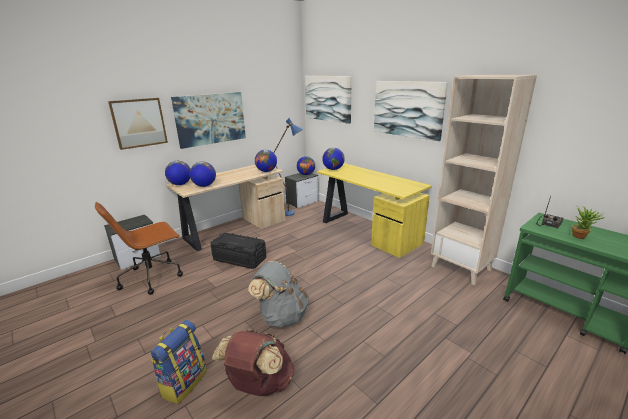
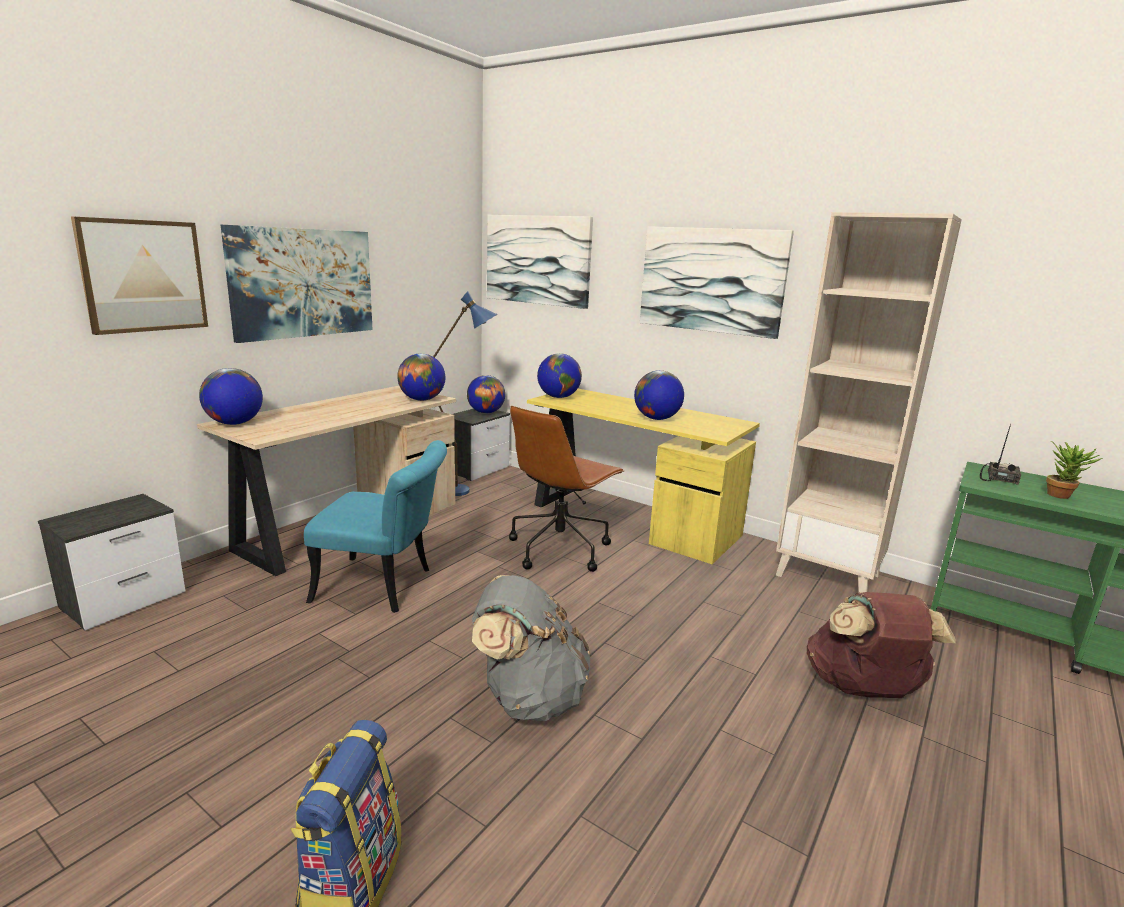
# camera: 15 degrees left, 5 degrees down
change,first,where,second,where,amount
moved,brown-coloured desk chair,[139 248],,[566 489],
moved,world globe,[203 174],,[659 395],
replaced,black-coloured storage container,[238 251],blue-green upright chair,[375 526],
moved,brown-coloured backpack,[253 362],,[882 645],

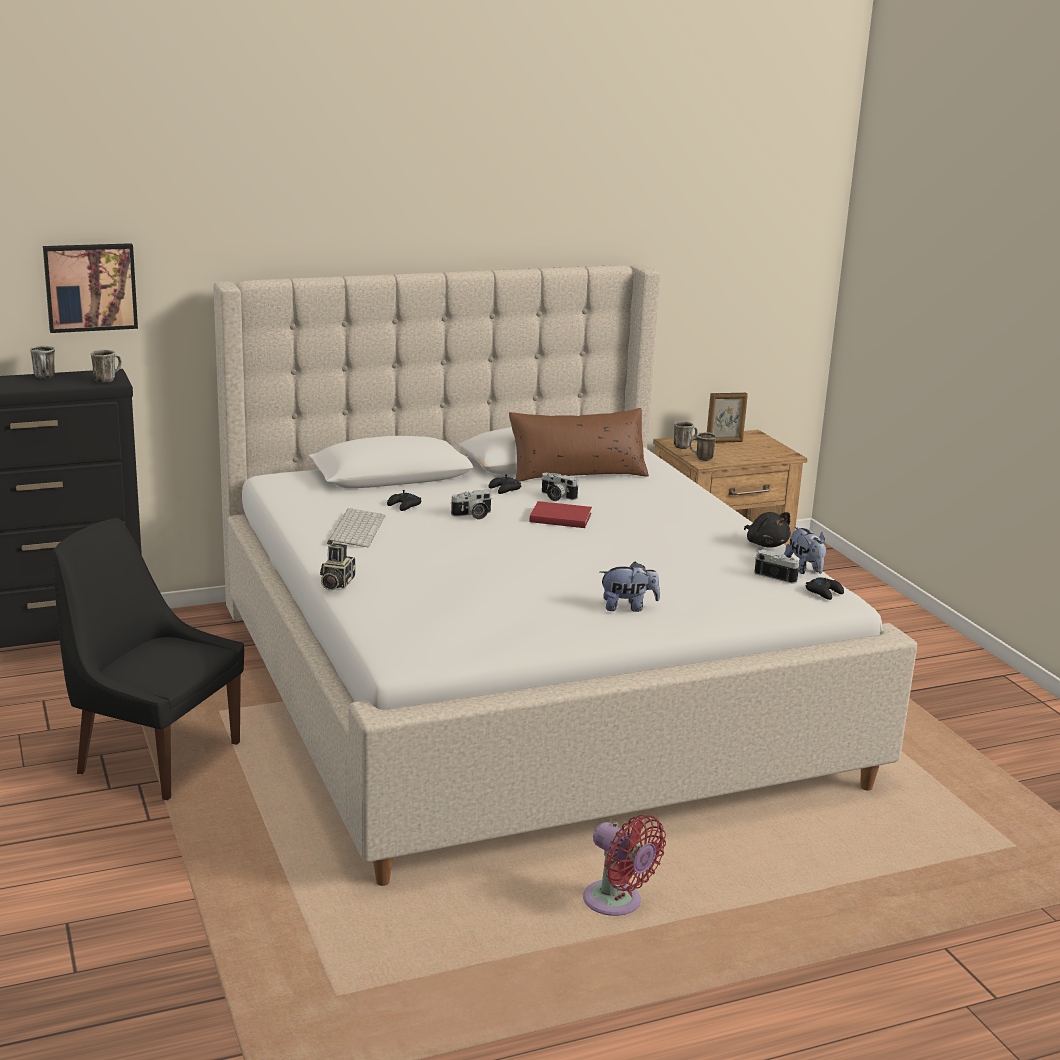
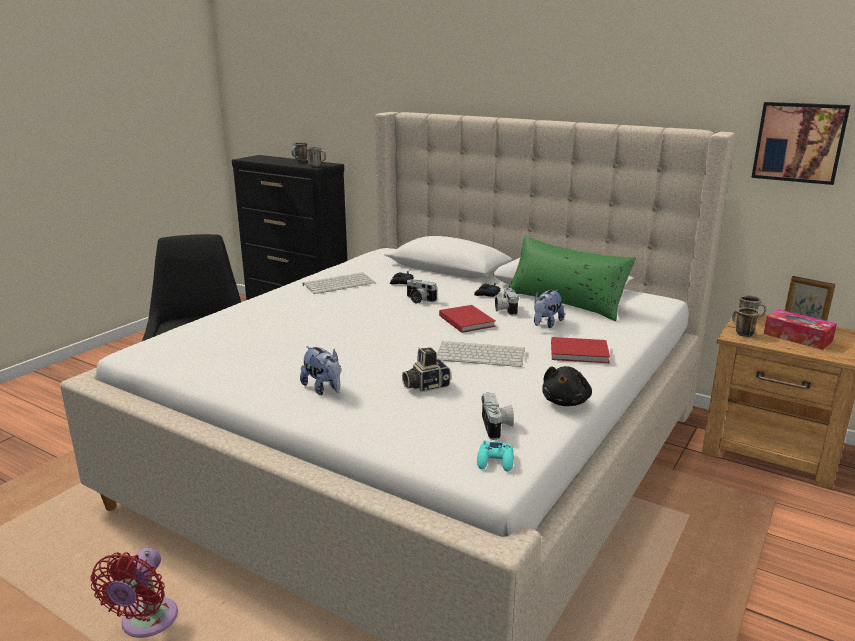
# camera: 55 degrees right, 0 degrees up
change,first,where,second,where,amount
moved,wall picture,[90 288],,[800 143],
moved,still camera,[338 566],,[426 369],
recoloured,brown-coloured throw pillow,[579 445],green-coloured throw pillow,[572 278],
moved,plush toy,[805 550],,[549 309],
recoloured,black-coloured joypad,[824 588],blue-green joypad,[495 456],
added,,,computer keyboard,[480 354],
added,,,red-coloured volume,[580 350],
added,,,tissue box,[800 329],

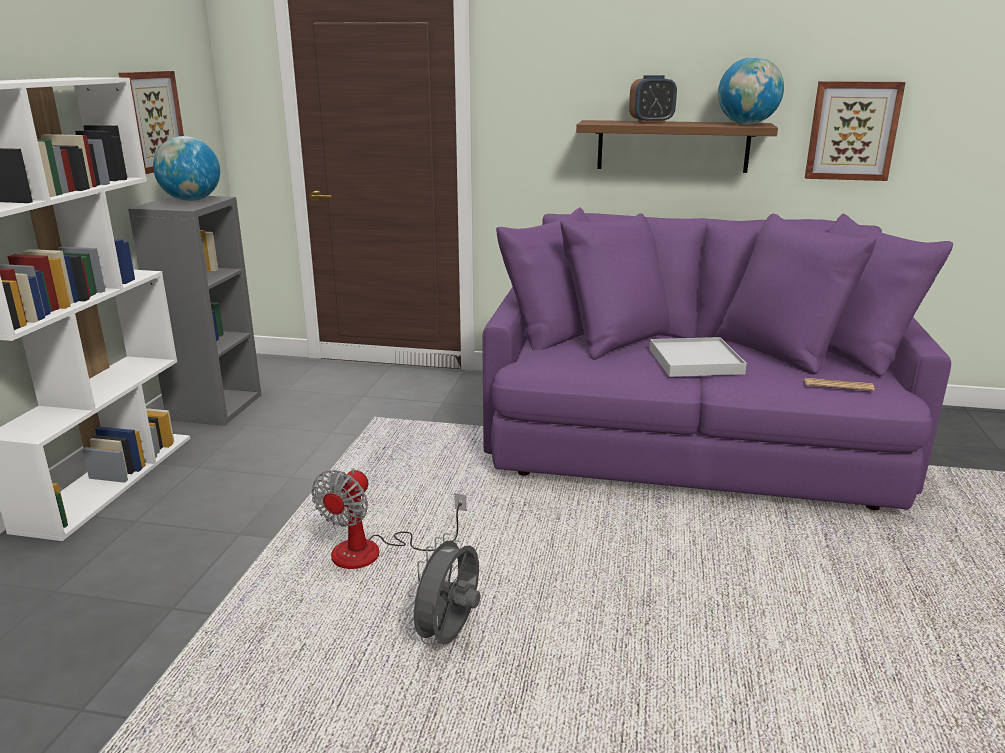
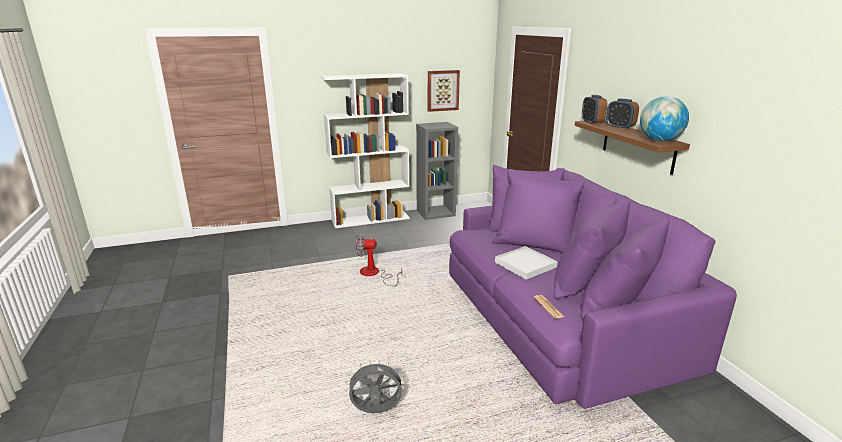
# camera: 60 degrees right, 0 degrees up
change,first,where,second,where,amount
removed,world globe,[186 168],,,
moved,gray fan,[443 589],,[375 386],
removed,wall picture,[855 131],,,
added,,,bedside clock,[594 110],

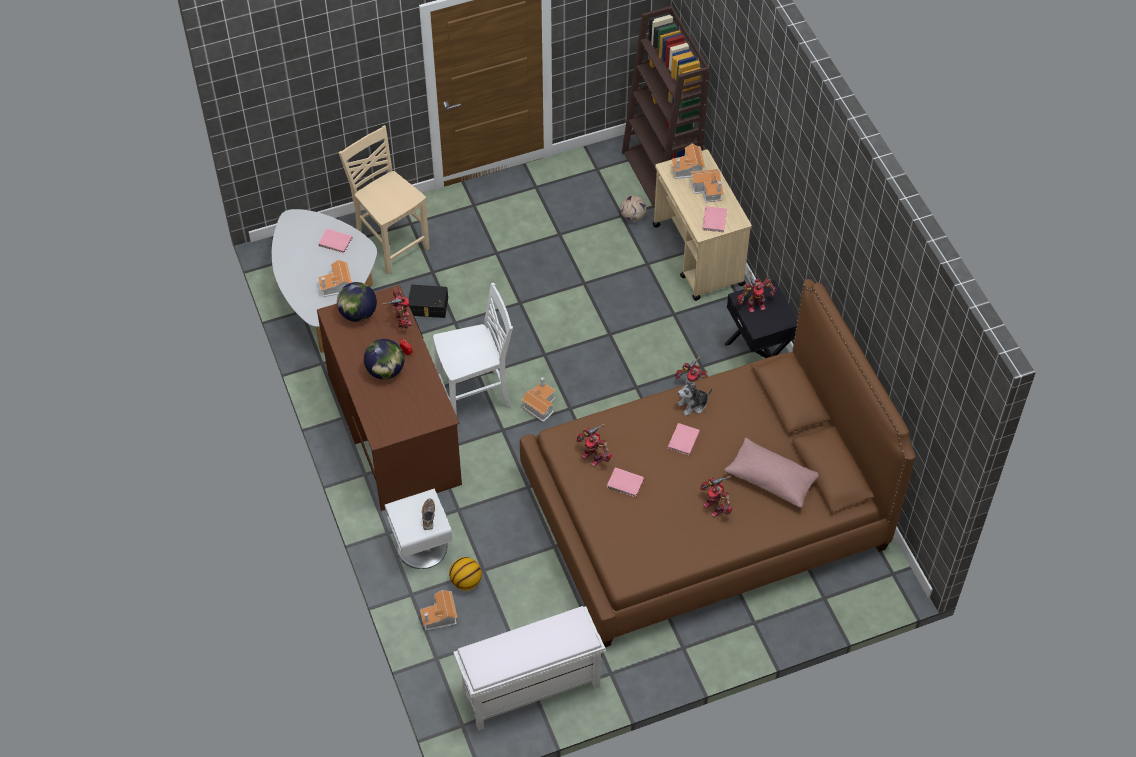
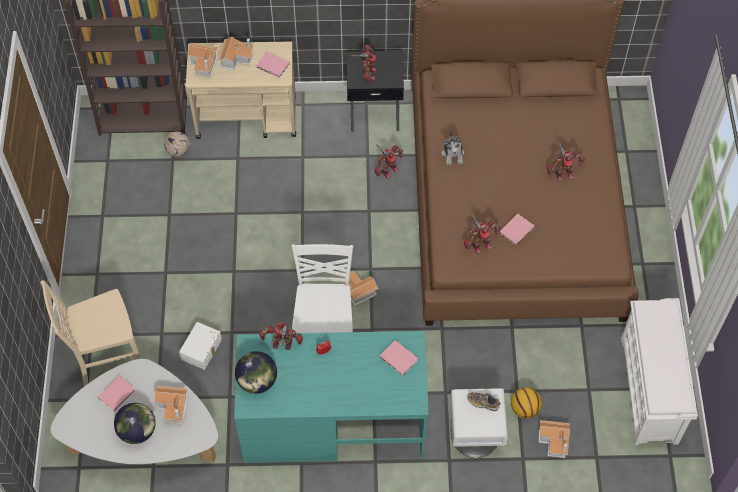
# camera: 70 degrees left, 5 degrees up
change,first,where,second,where,amount
recoloured,brown-coloured desk table,[389 398],blue-green desk table,[331 397],
moved,world globe,[384 359],,[135 423],
recoloured,black-coloured storage container,[428 301],white storage container,[200 346],
moved,pinkish volume,[684 439],,[399 358],
removed,pinkish throw pillow,[771 473],,,

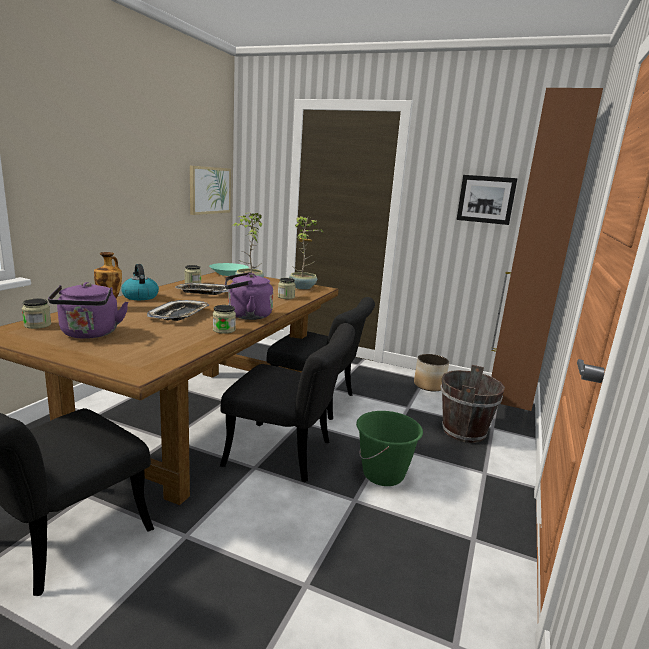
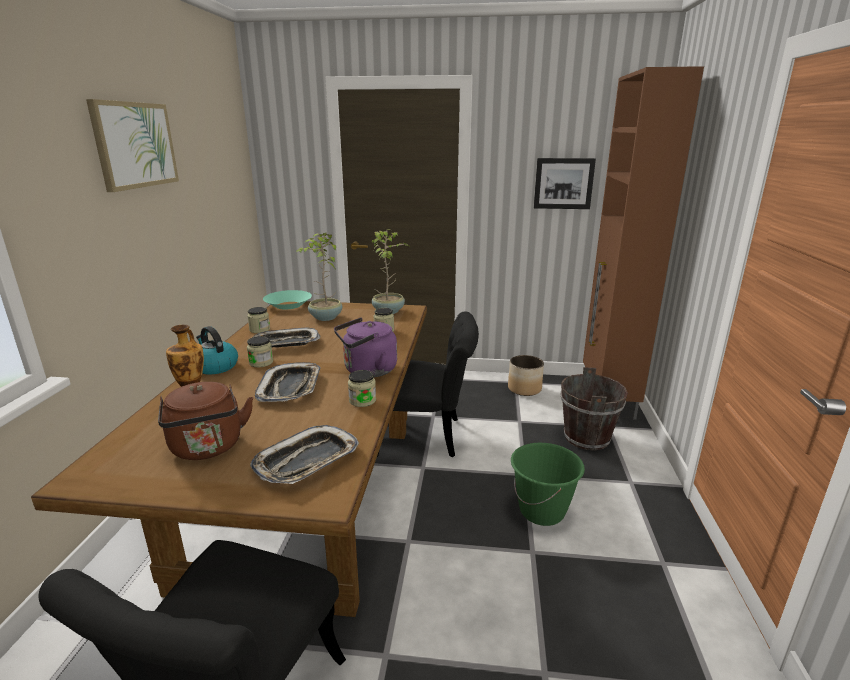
# camera: 15 degrees left, 5 degrees up
change,first,where,second,where,amount
moved,jar,[36 313],,[260 351],
recoloured,purple kettle,[88 310],brown-coloured kettle,[205 421],
moved,wall picture,[210 190],,[132 145],
removed,black-coloured upright chair,[287 402],,,
added,,,carrying tray,[304 454],

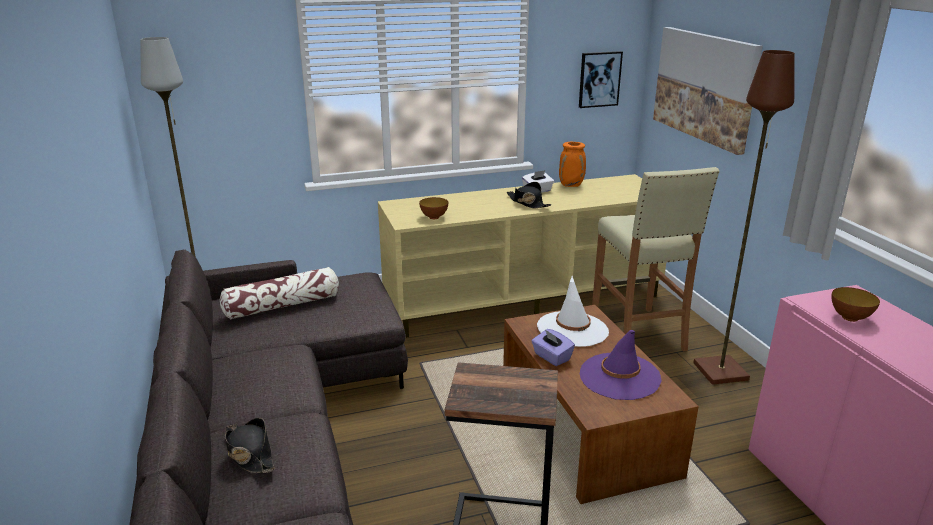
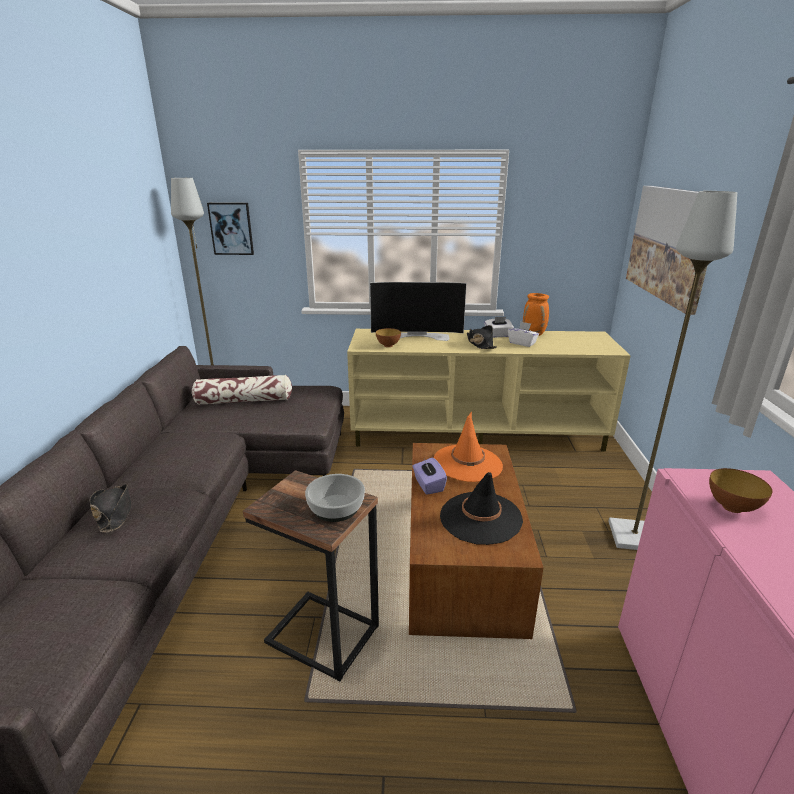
# camera: 20 degrees right, 0 degrees up
change,first,where,second,where,amount
recoloured,white wearable hat,[573 311],orangey wearable hat,[468 447],
moved,wall picture,[601 79],,[230 229],
recoloured,purple wearable hat,[620 365],black-coloured wearable hat,[481 508],
removed,beige sitting stool,[655 259],,,
recoloured,brown-coloured standing lamp,[744 217],gray standing lamp,[672 370],
added,,,deep dish,[335 498],
added,,,TV,[418 311],
added,,,white tissue box,[523 334],

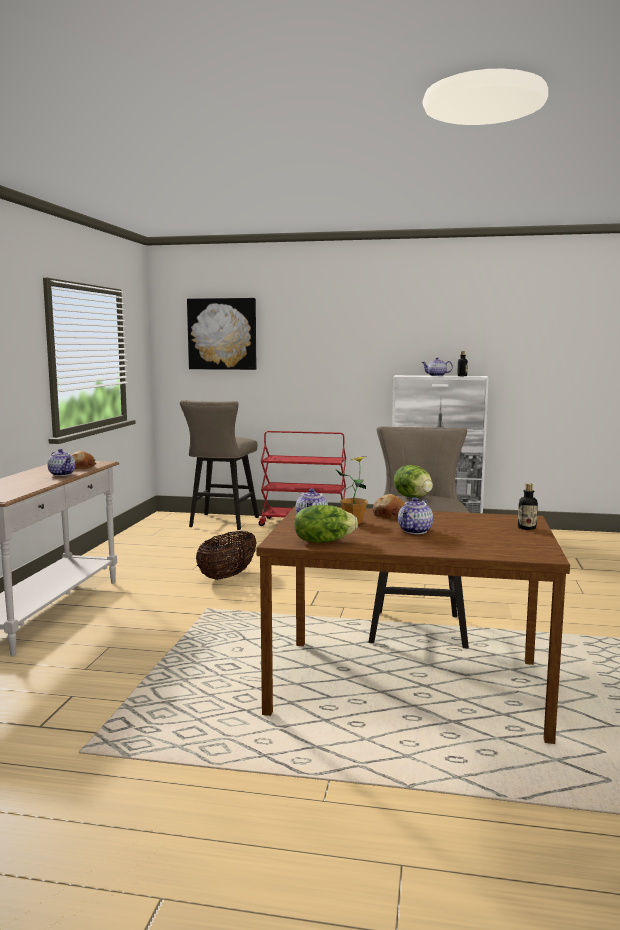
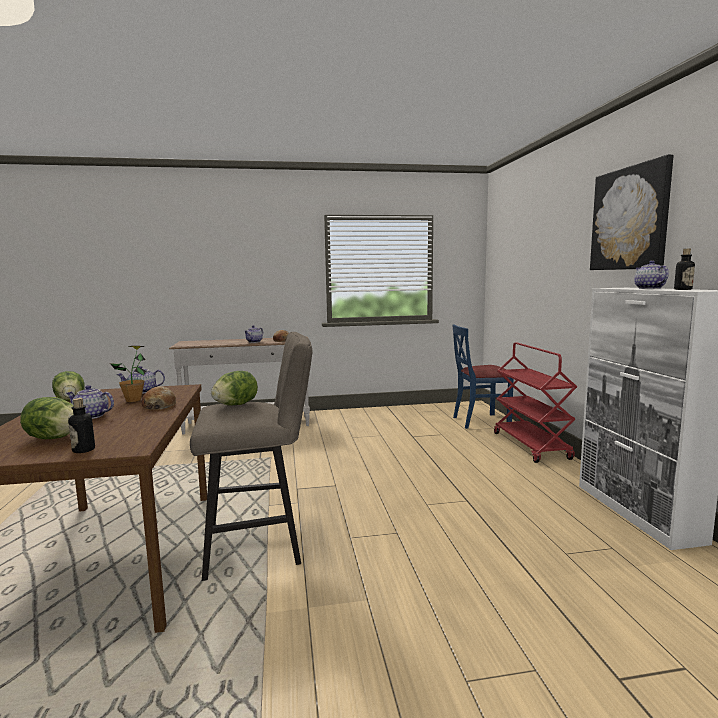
# camera: 70 degrees right, 0 degrees up
change,first,where,second,where,amount
replaced,beige sitting stool,[219 465],blue-coloured upright chair,[483 376],
moved,wall picture,[222 334],,[631 212],
removed,basket,[226 555],,,
added,,,head of lettuce,[47 418],

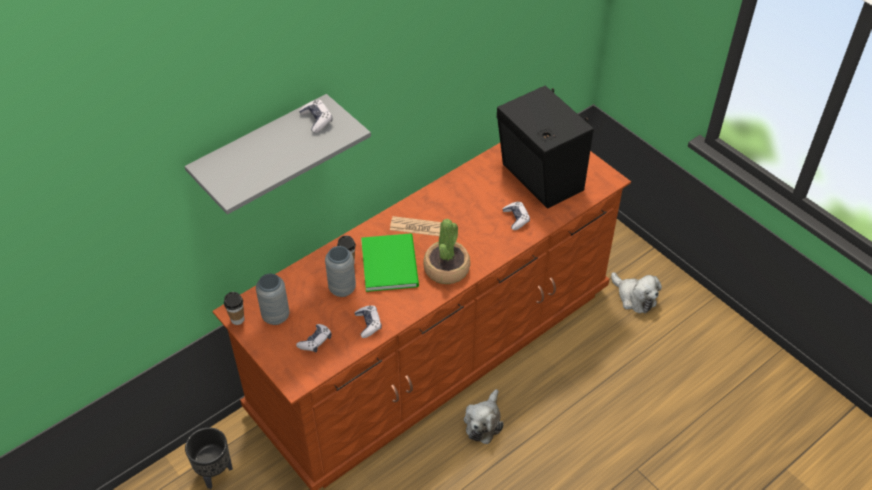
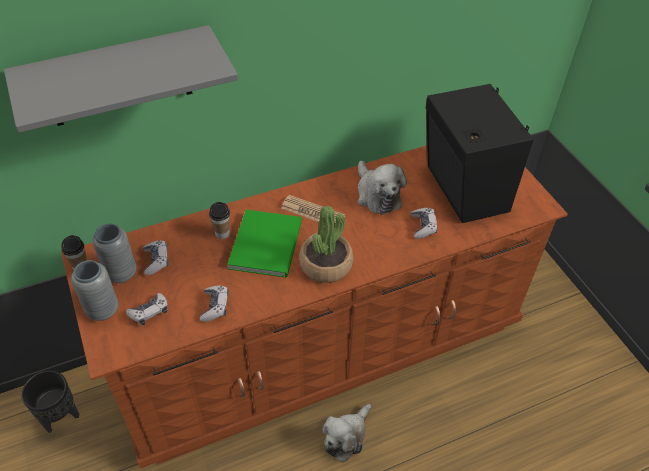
# camera: 15 degrees right, 0 degrees up
change,first,where,second,where,amount
moved,joypad,[315 116],,[156 257],
moved,gray flower vase,[340 271],,[94 290],
moved,plush toy,[636 292],,[382 188],

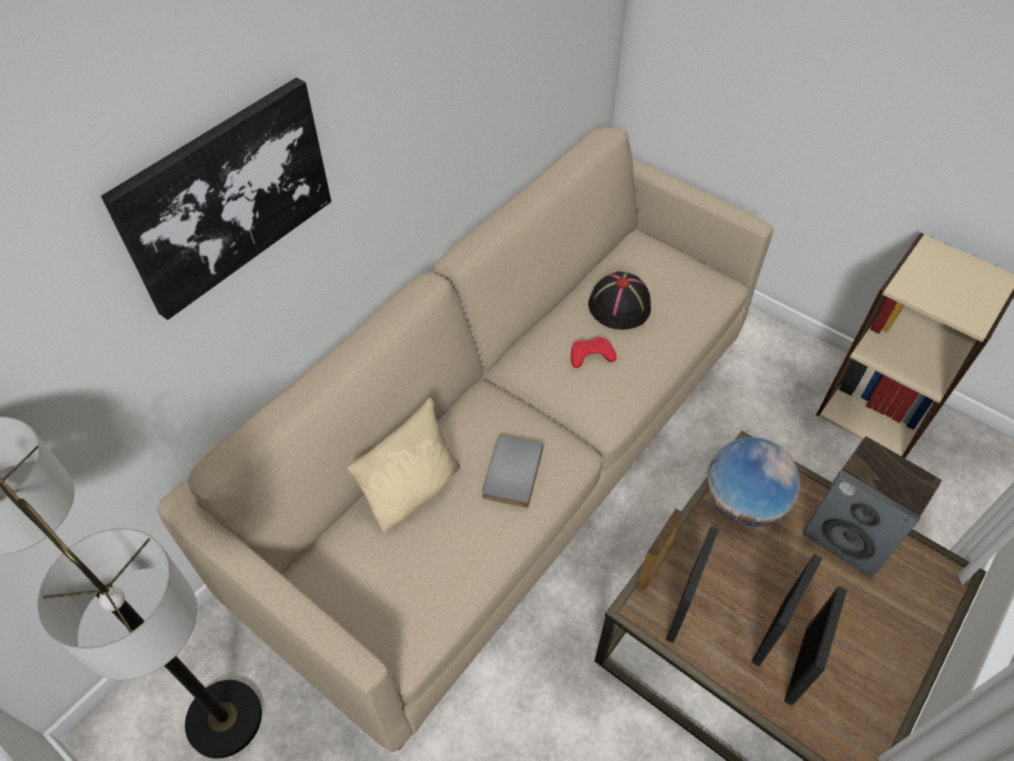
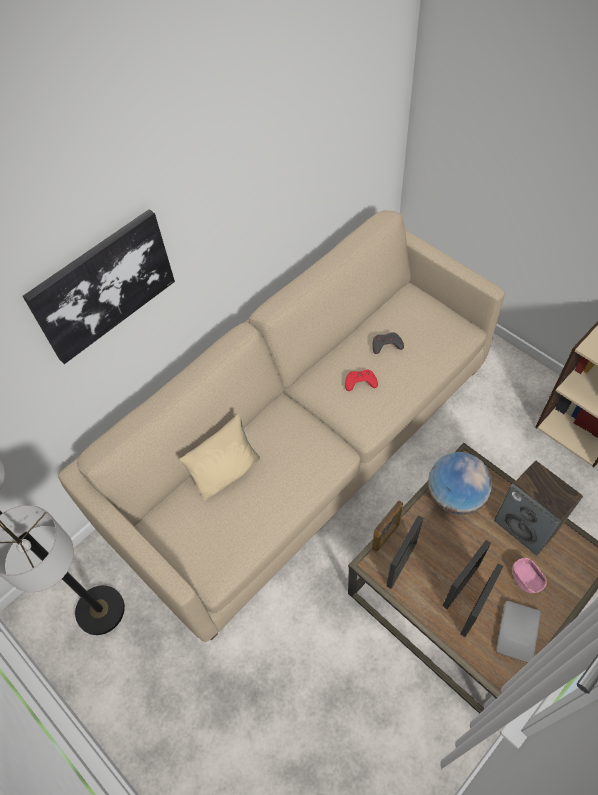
# camera: 10 degrees right, 5 degrees up
change,first,where,second,where,amount
moved,gray volume,[513 472],,[518 632],
replaced,black-coloured wearable hat,[619 301],gray joypad,[388 343],
added,,,pinkish deep dish,[529 575],

